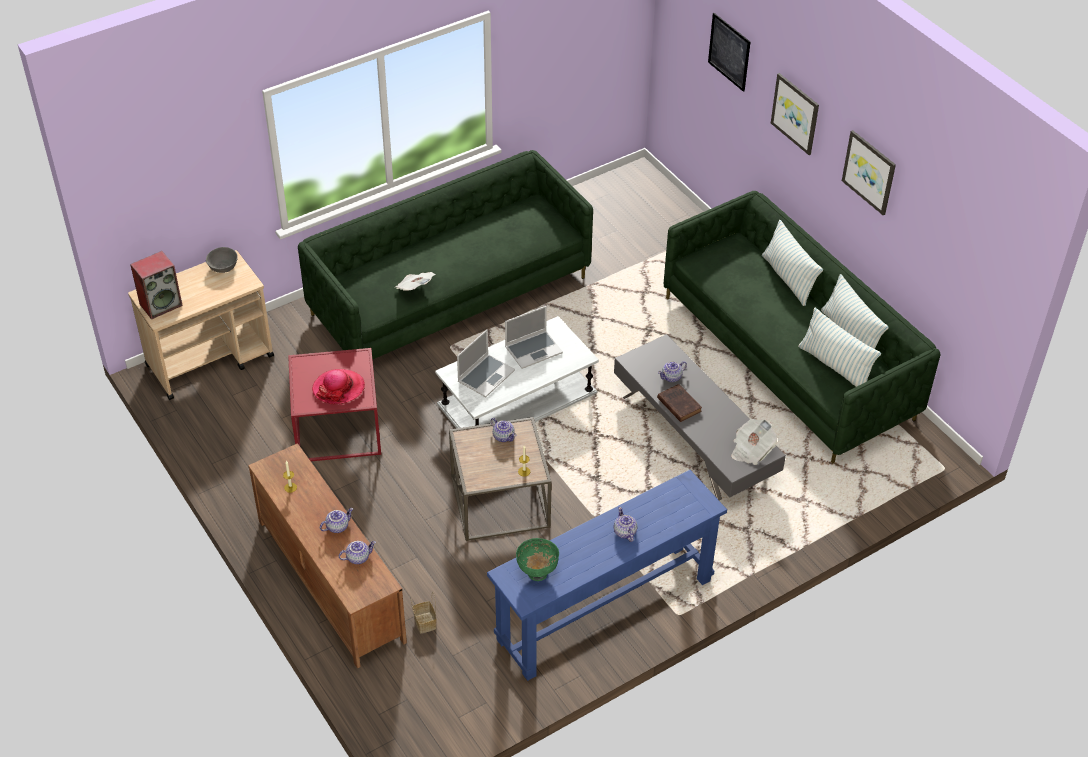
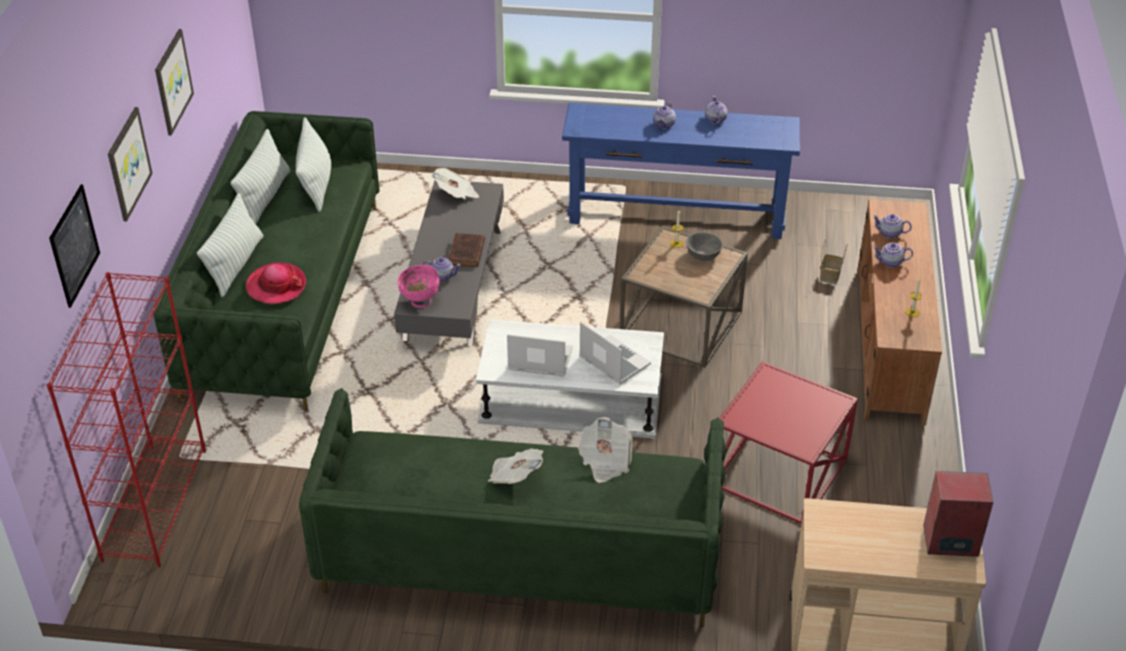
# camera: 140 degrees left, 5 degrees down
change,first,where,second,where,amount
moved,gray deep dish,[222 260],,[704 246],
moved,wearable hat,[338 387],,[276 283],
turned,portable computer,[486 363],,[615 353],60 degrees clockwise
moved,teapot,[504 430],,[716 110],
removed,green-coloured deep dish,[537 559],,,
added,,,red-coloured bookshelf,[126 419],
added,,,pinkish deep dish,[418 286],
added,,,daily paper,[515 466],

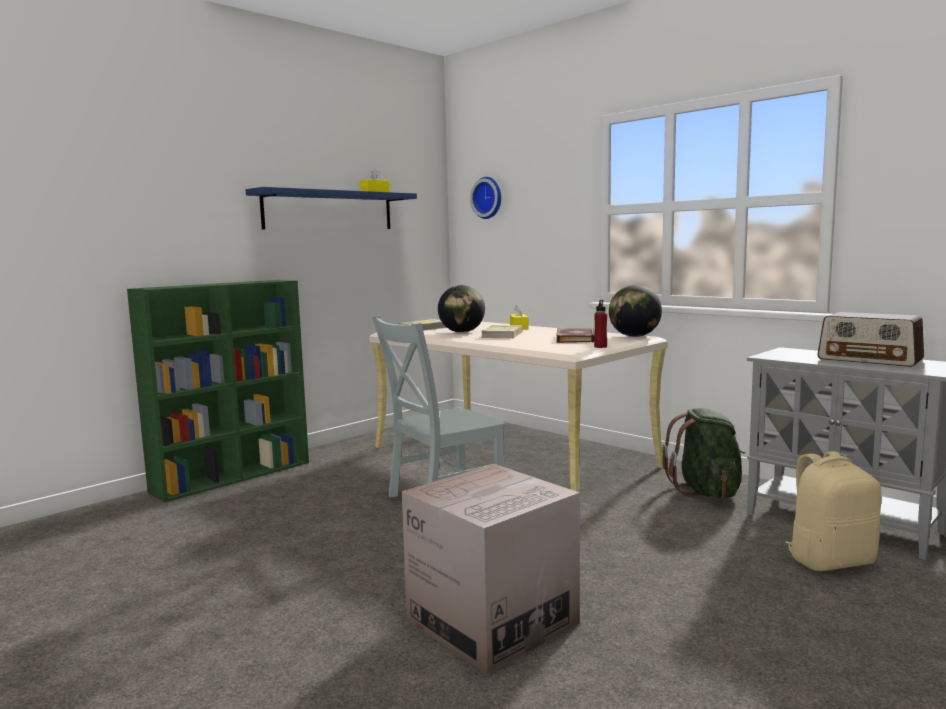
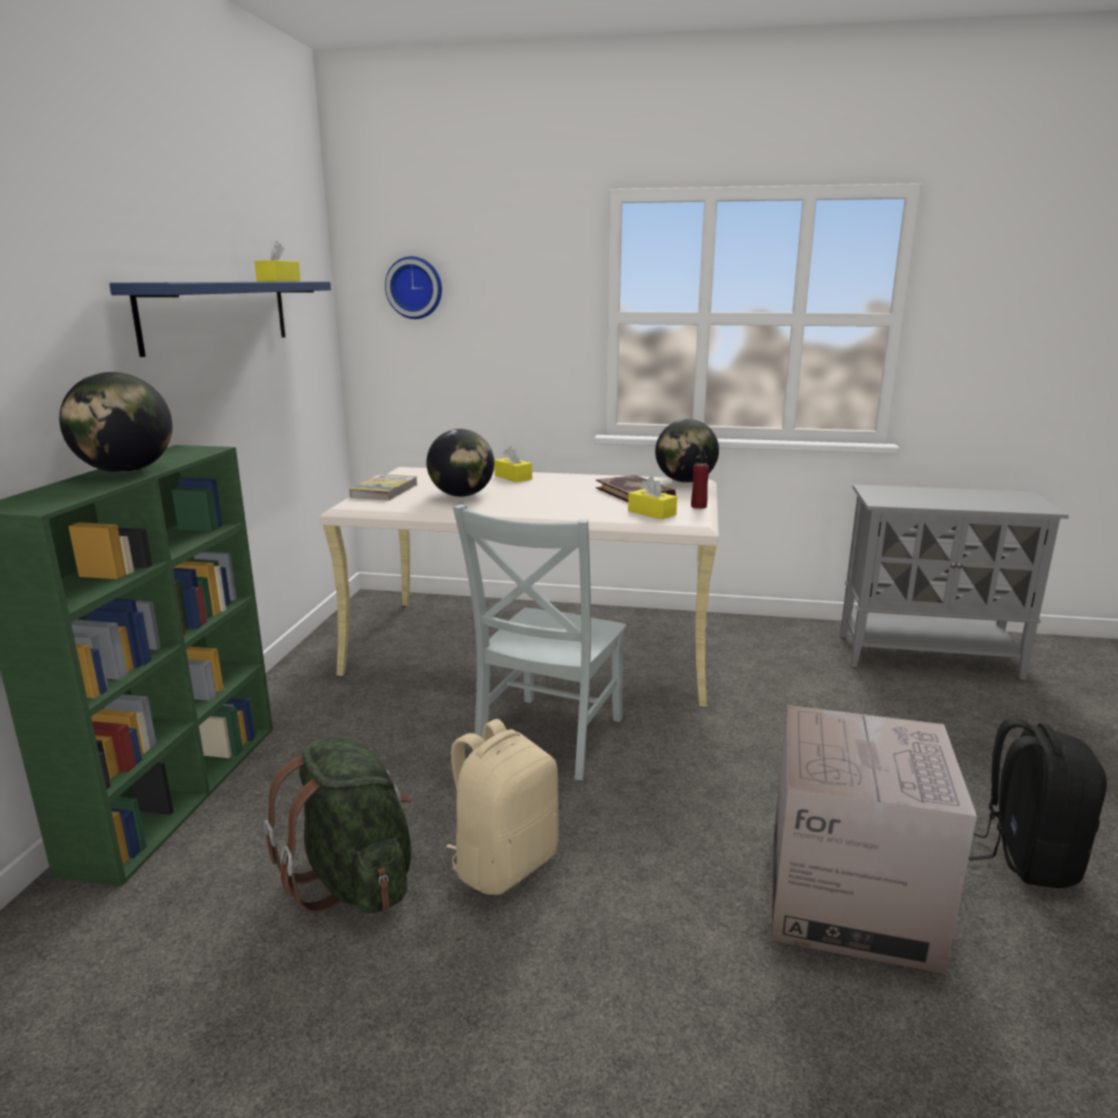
# camera: 35 degrees left, 10 degrees up
change,first,where,second,where,amount
removed,volume,[502 331],,,
moved,green-coloured backpack,[703 453],,[337 825],
moved,beige backpack,[833 511],,[502 807],
removed,radio receiver,[870 339],,,
added,,,world globe,[115 422],
added,,,yellowish tissue box,[652 497],
added,,,black-coloured backpack,[1038 803],

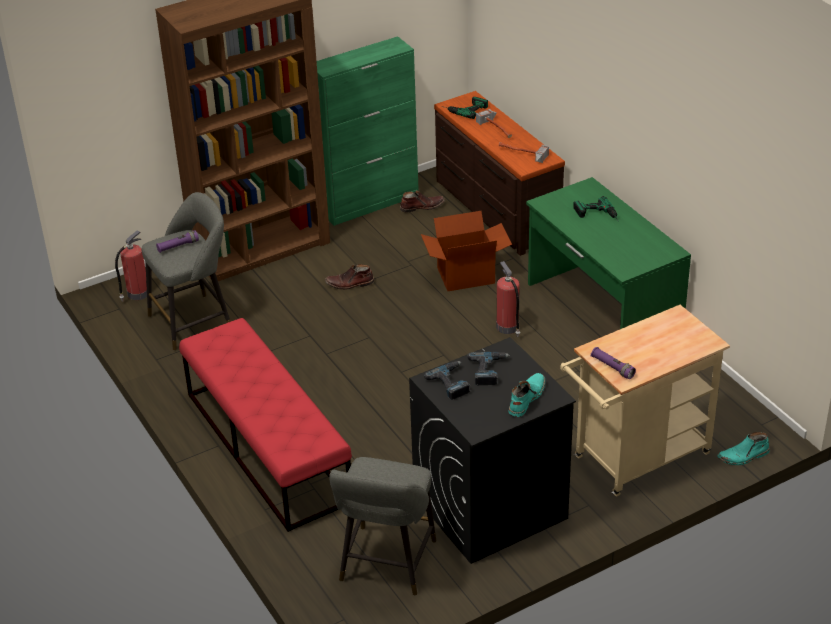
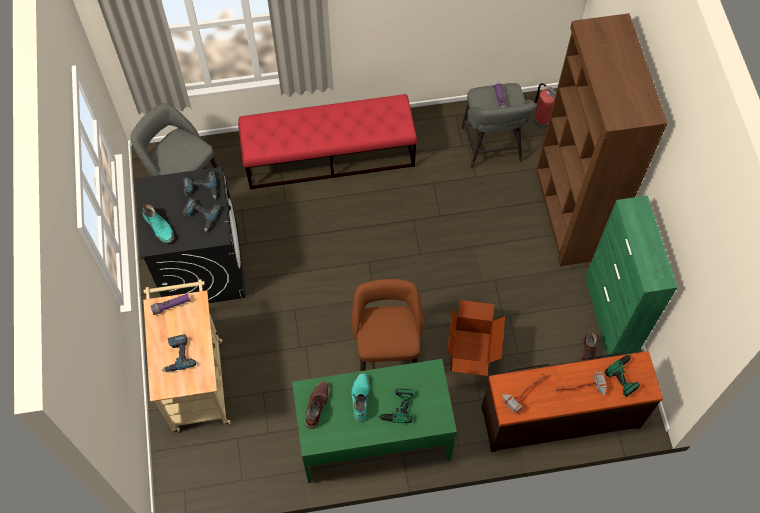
# camera: 110 degrees right, 25 degrees up
change,first,where,second,where,amount
moved,brown-coloured tall boot,[349 277],,[317 405],
replaced,extinguisher,[508 299],brown-coloured sitting stool,[387 325],
moved,blue-green tall boot,[743 448],,[360 397],
added,,,electric drill,[179 353],

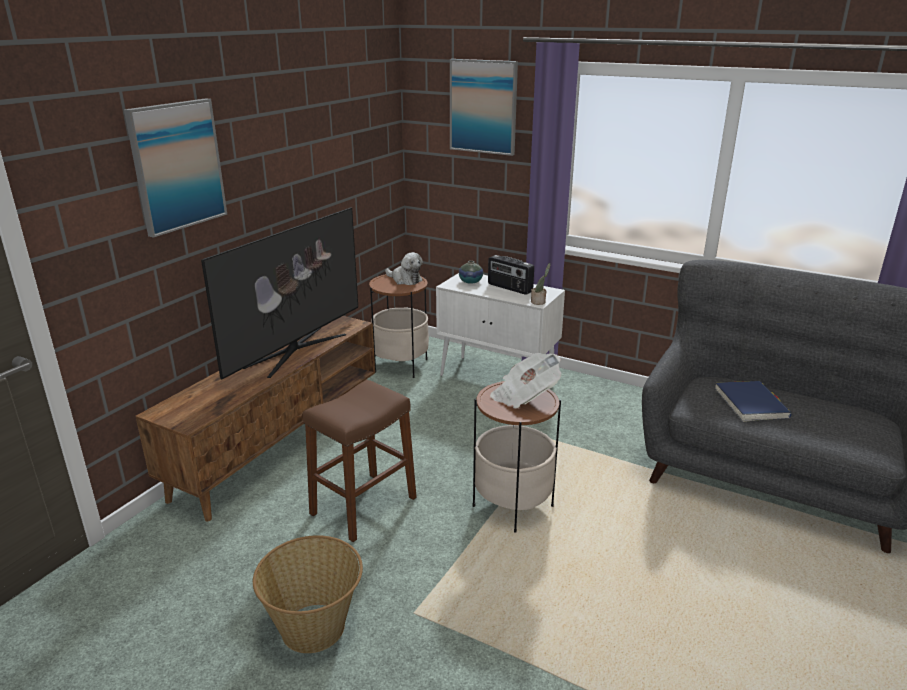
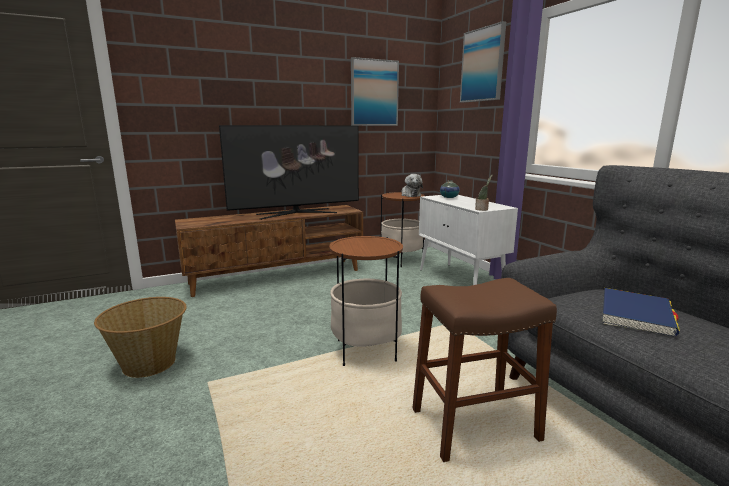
# camera: 35 degrees right, 10 degrees down
change,first,where,second,where,amount
moved,wall picture,[175 168],,[375 91],
moved,brown-coloured sitting stool,[360 461],,[484 370],
removed,radio receiver,[511 275],,,
removed,daily paper,[526 381],,,

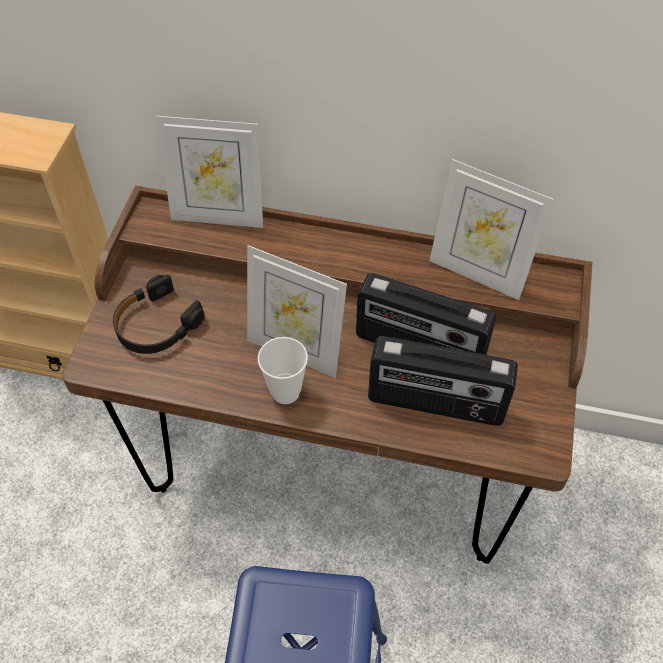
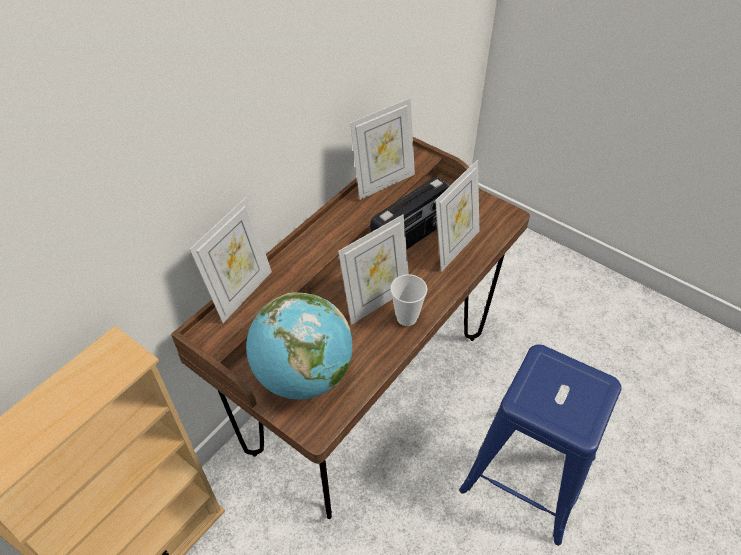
# camera: 65 degrees left, 5 degrees down
change,first,where,second,where,amount
replaced,black-coloured headphones,[159 314],world globe,[299 346],
replaced,radio receiver,[443 381],standing frame,[457 216],

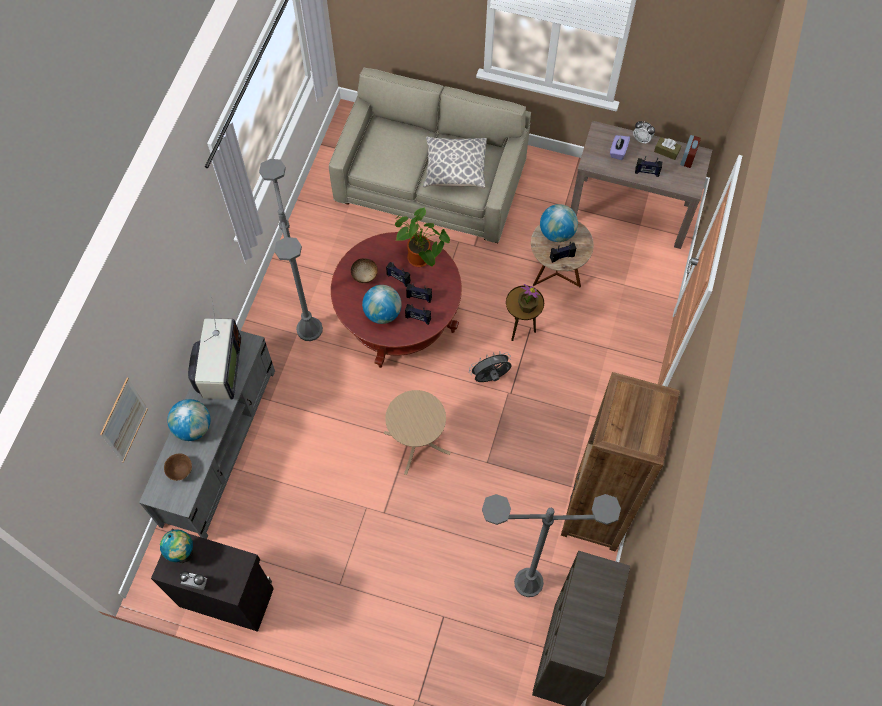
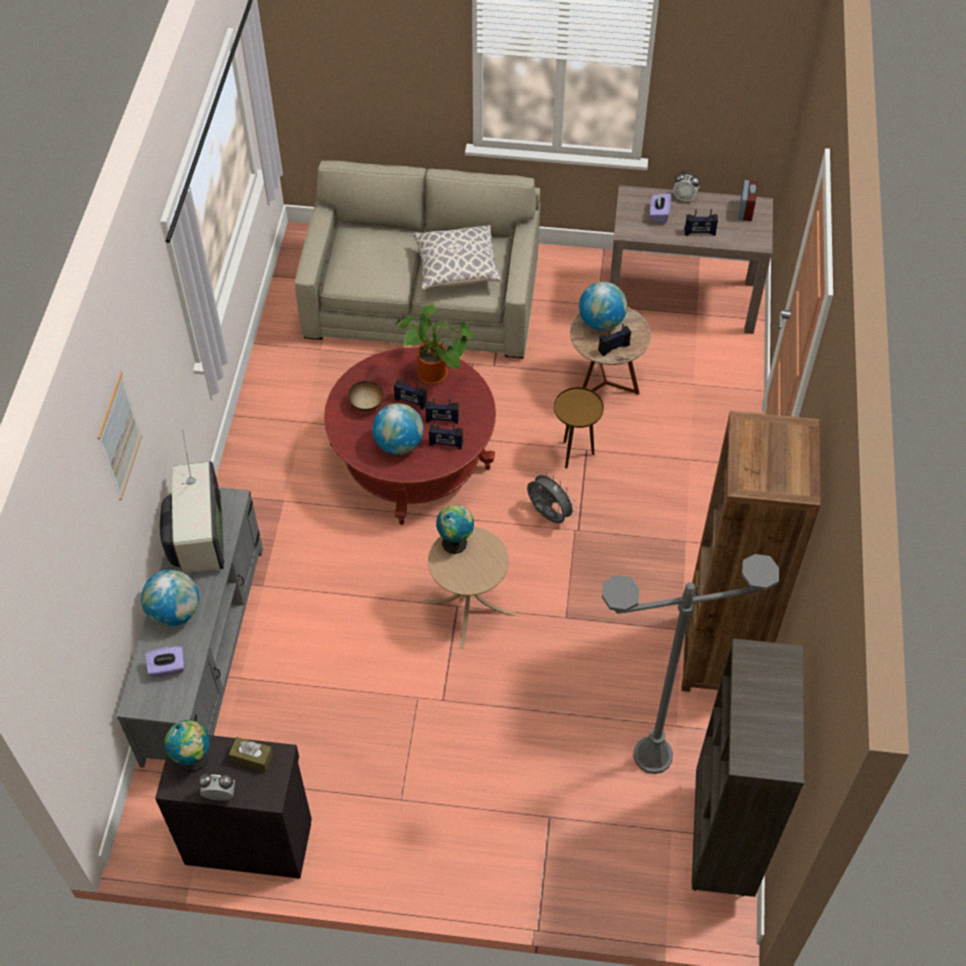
# camera: 10 degrees left, 10 degrees down
change,first,where,second,where,amount
moved,wall picture,[124 420],,[120 435],
replaced,brown-coloured deep dish,[178 467],purple tissue box,[165 662],
removed,gray standing lamp,[291 250],,,
turned,gray fan,[490 366],,[552 498],75 degrees clockwise
removed,potted plant,[529 298],,,
moved,brown-coloured tissue box,[667 148],,[251 754],
added,,,world globe,[455 529],

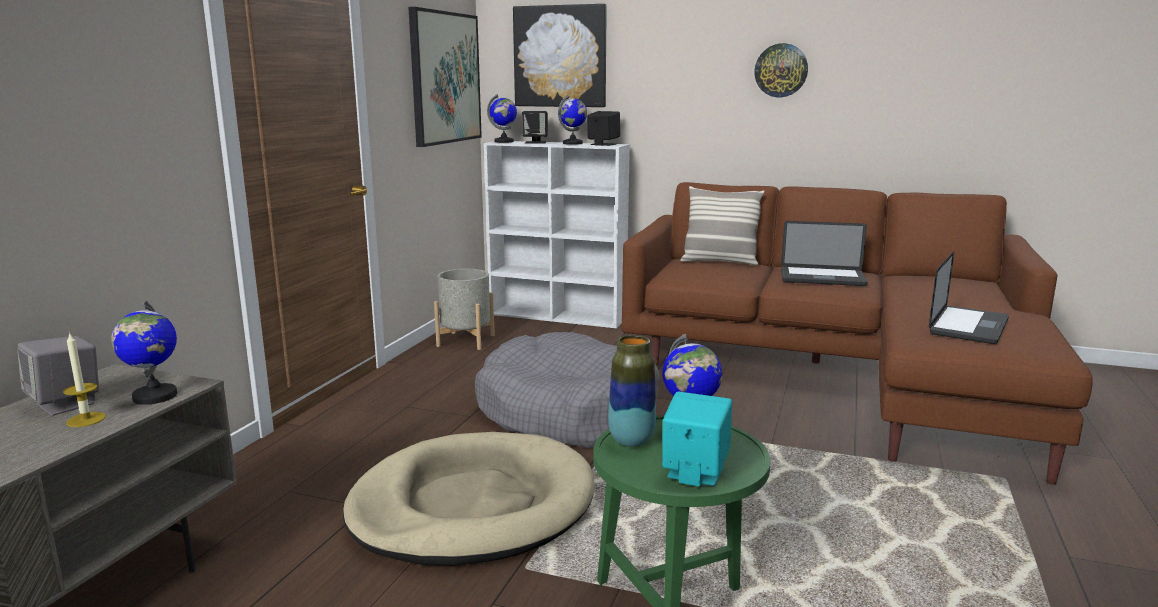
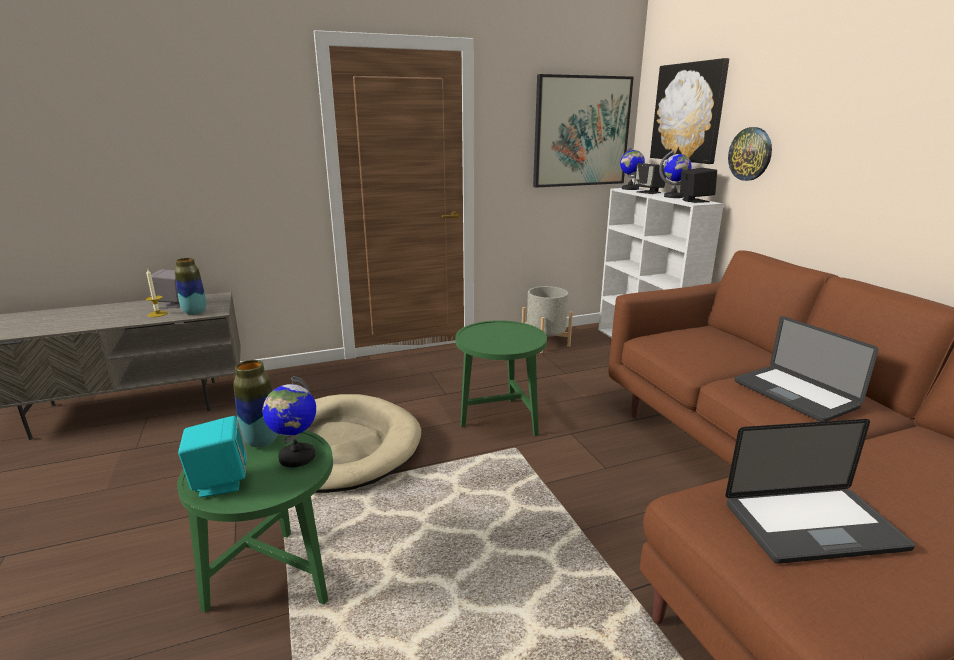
# camera: 50 degrees right, 5 degrees up
change,first,where,second,where,amount
replaced,world globe,[144 353],flower vase,[191 286],
replaced,gray dog cushion,[567 390],green-coloured side table,[501 378],
removed,throw pillow,[722 226],,,
moved,wall clock,[781 70],,[750 154],

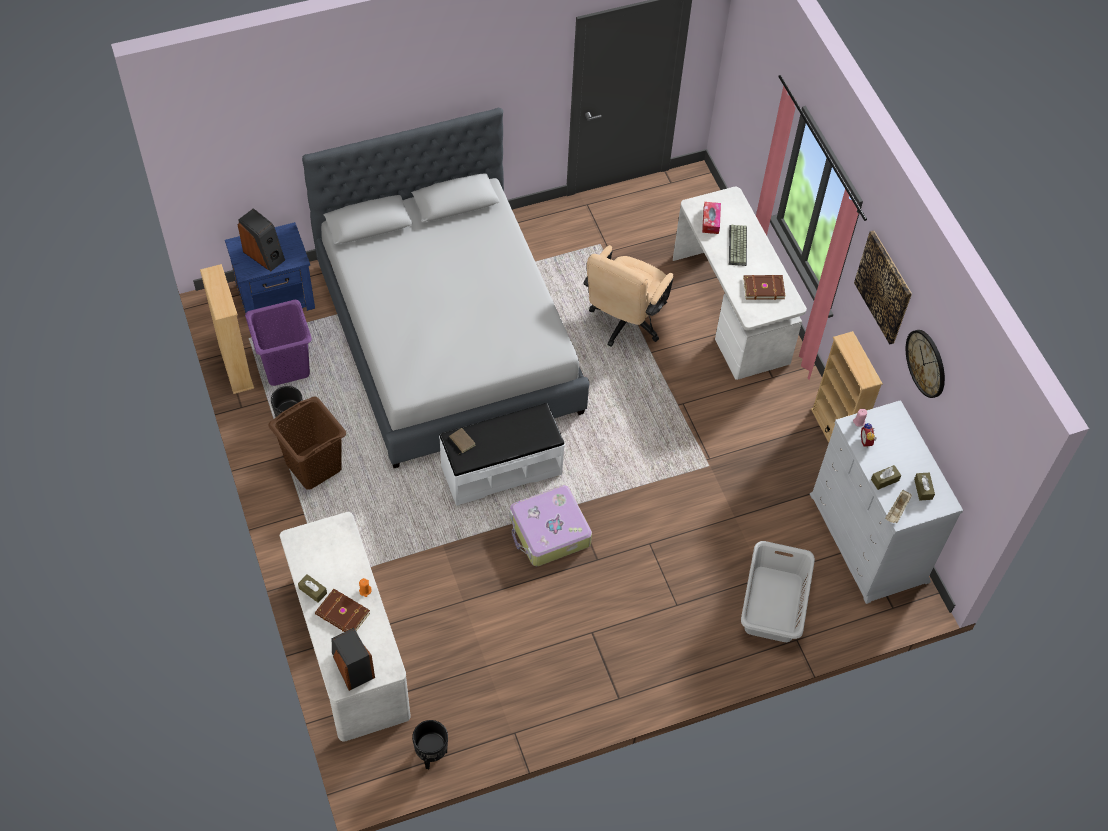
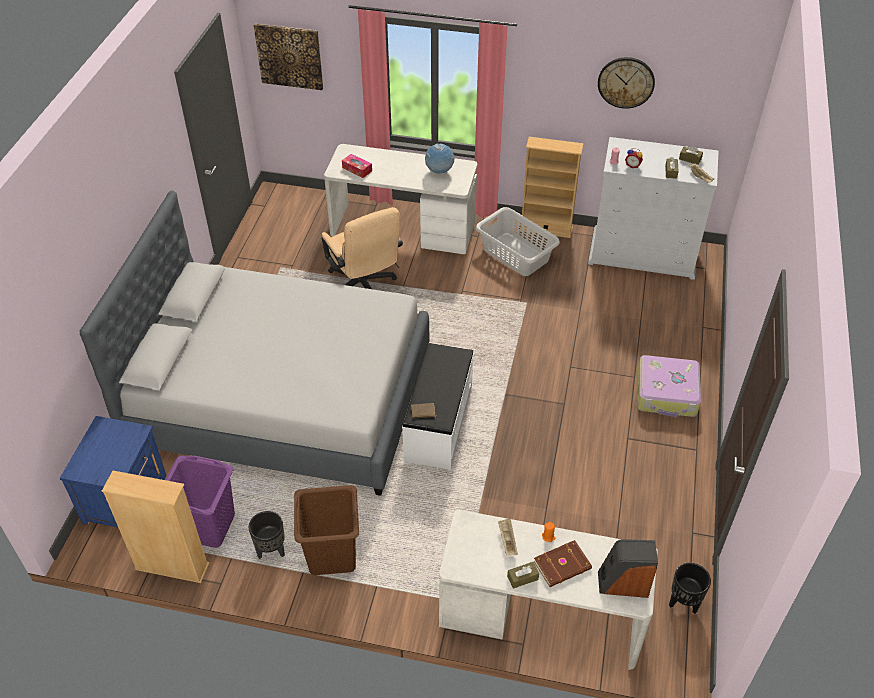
# camera: 55 degrees left, 10 degrees down
change,first,where,second,where,amount
removed,speaker,[261 239],,,
moved,travel case,[550 525],,[669 386],
removed,computer keyboard,[738 245],,,
moved,gray hamper,[778 591],,[518 241],
replaced,brown-coloured volume,[764 287],world globe,[439 158],
moved,wall picture,[883 288],,[288 56],
added,,,beige carrying tray,[508 537],

